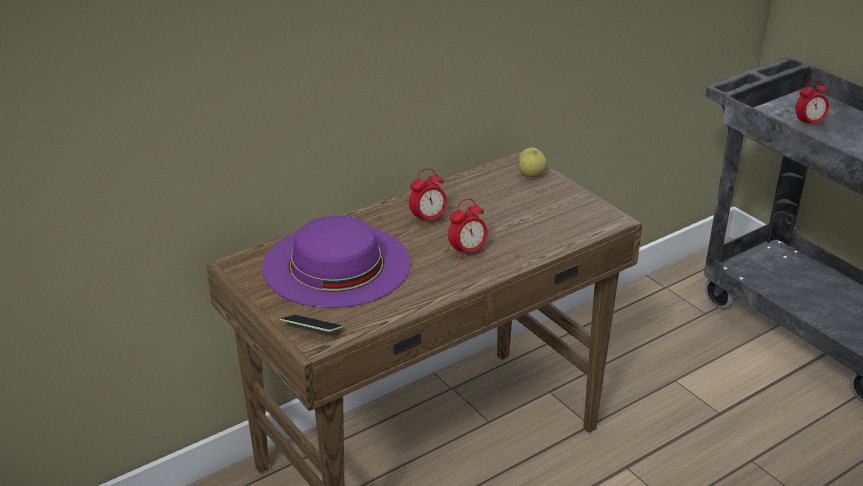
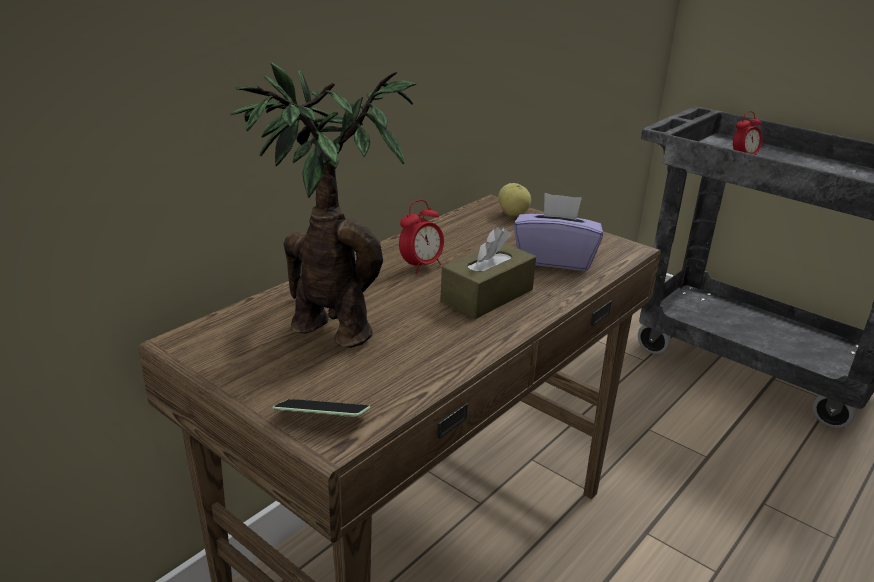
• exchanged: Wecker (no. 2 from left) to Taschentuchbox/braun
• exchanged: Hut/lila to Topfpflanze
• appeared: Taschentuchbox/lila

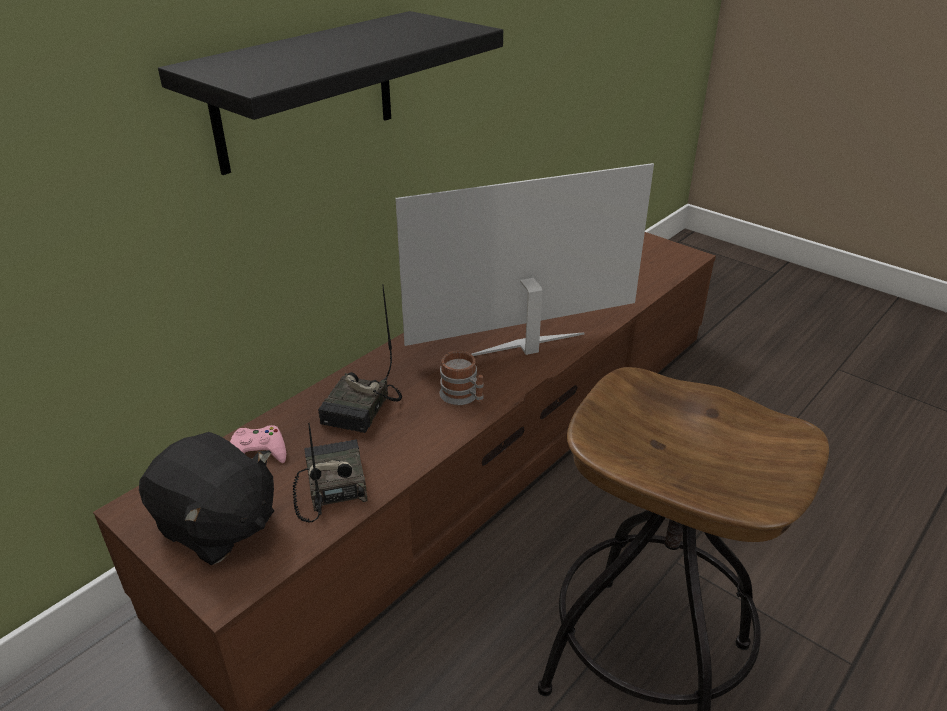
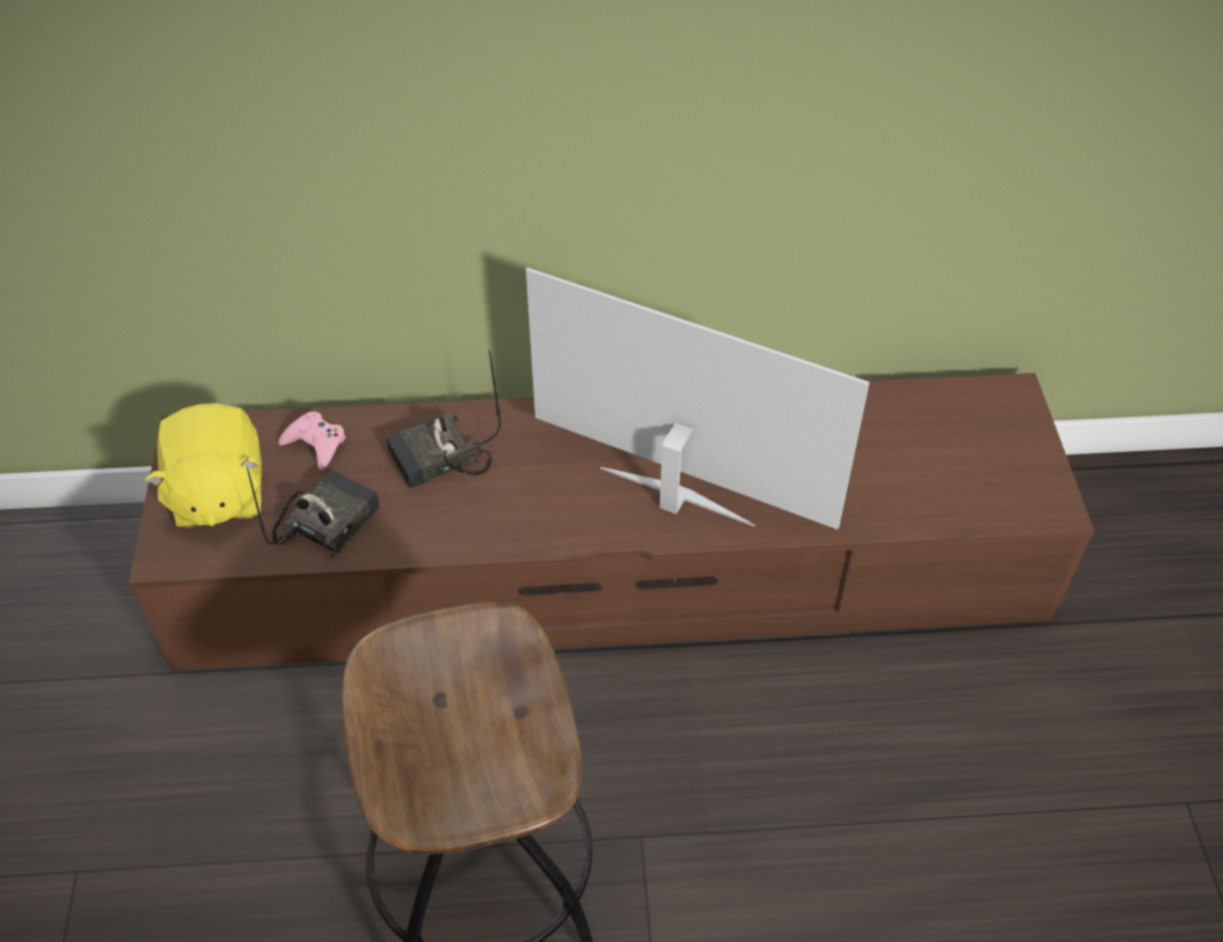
• missing: Wandregal/schwarz
• missing: Henkelbecher
• colour: Plüschtier/schwarz to Plüschtier/gelb

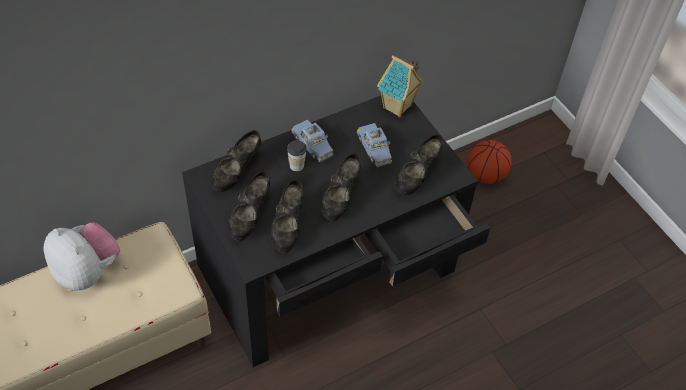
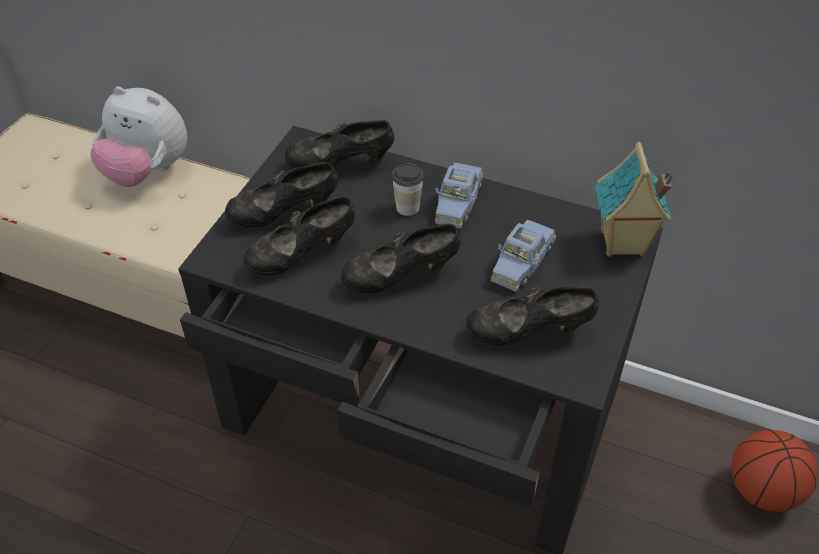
• spun: Plüschtier 105 degrees clockwise

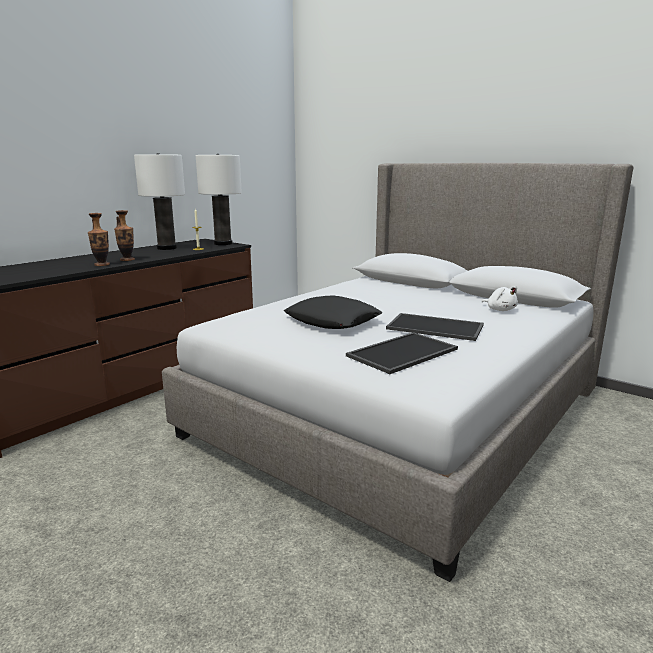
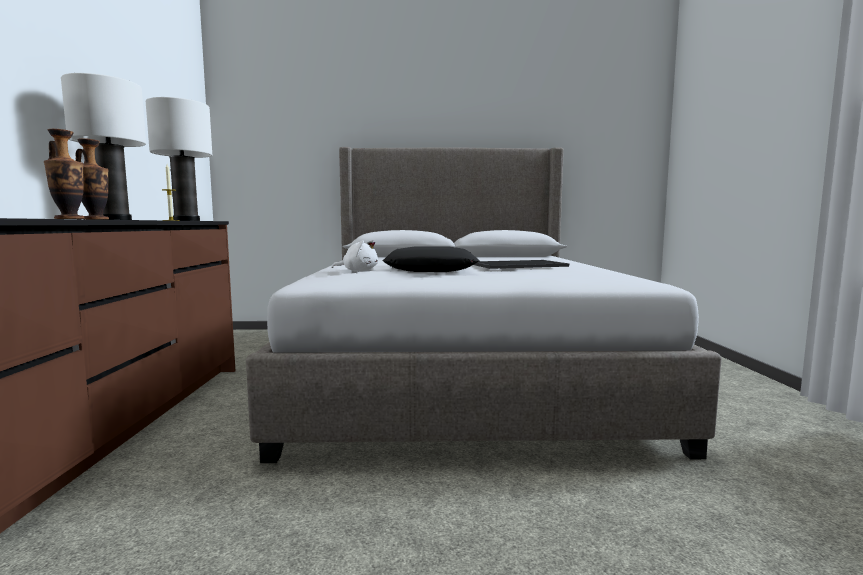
• relocated: Plüschtier/weiß
• missing: Tablett (no. 1 from left)

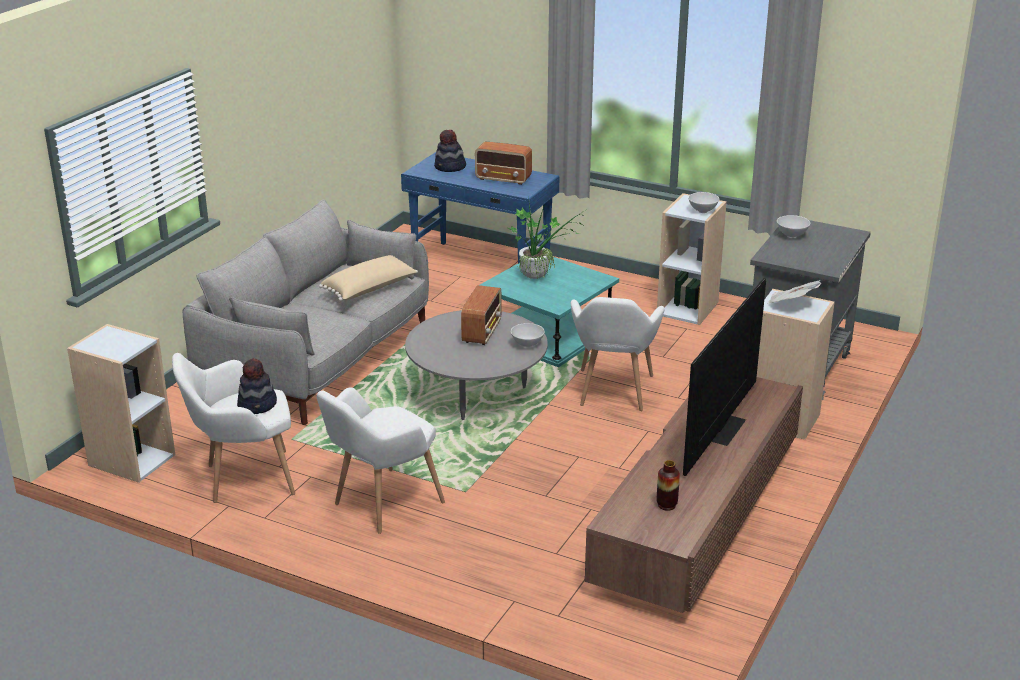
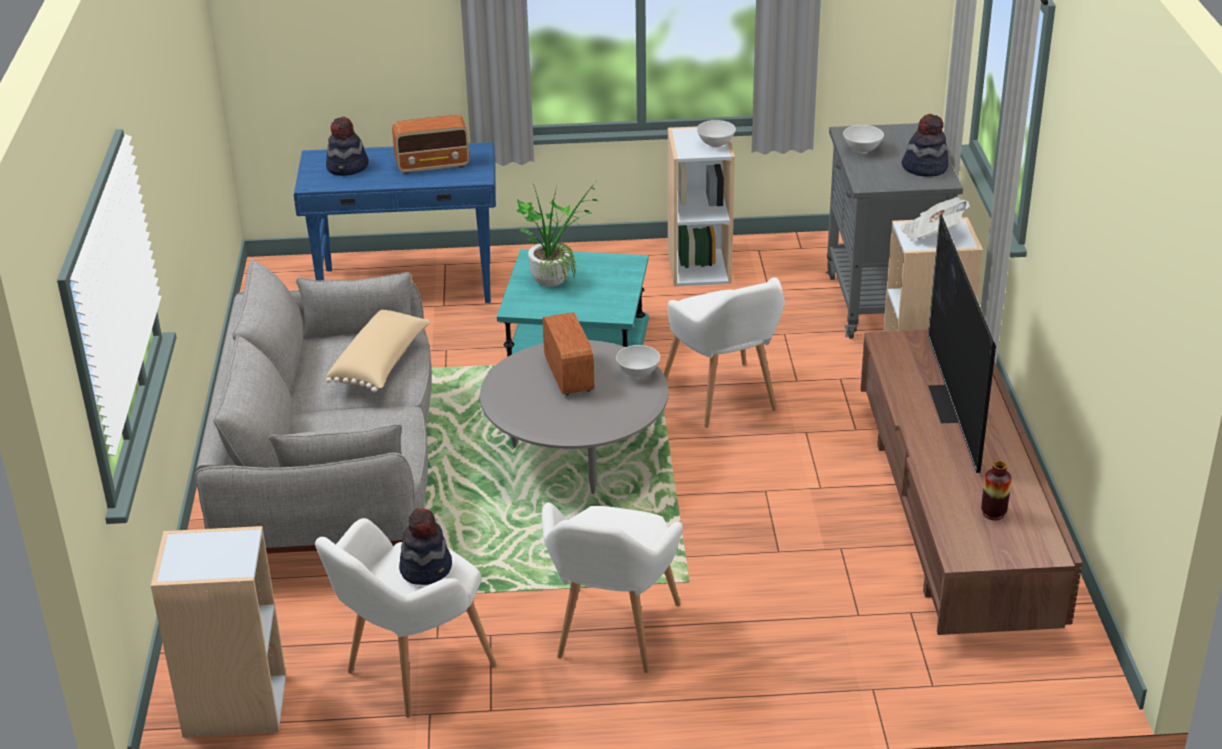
• appeared: Hut (no. 3 from left)

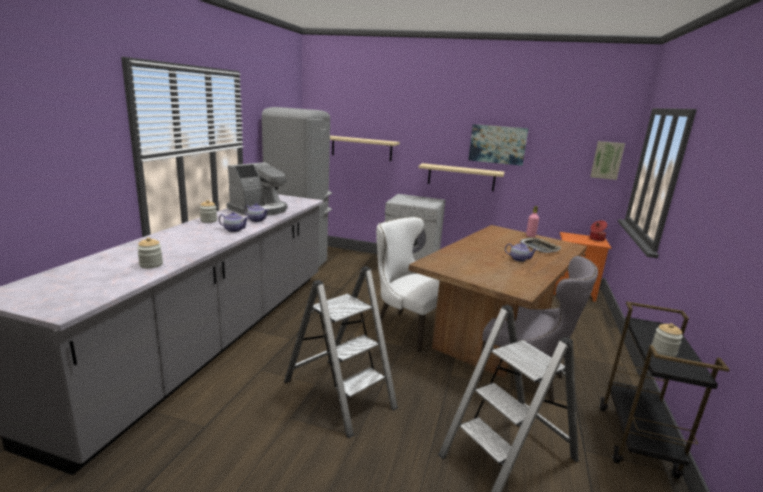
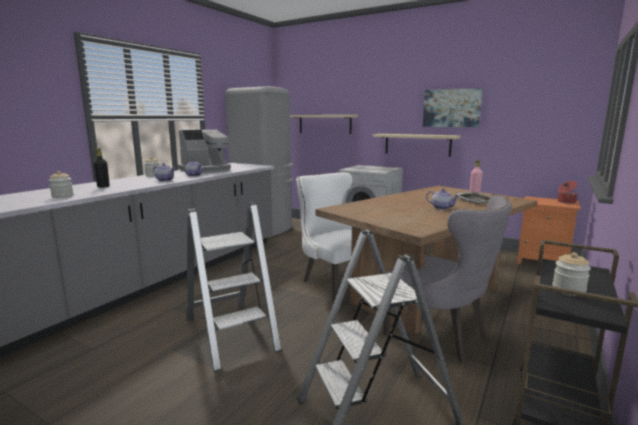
• missing: Bild (no. 2 from left)
• appeared: Flasche/schwarz

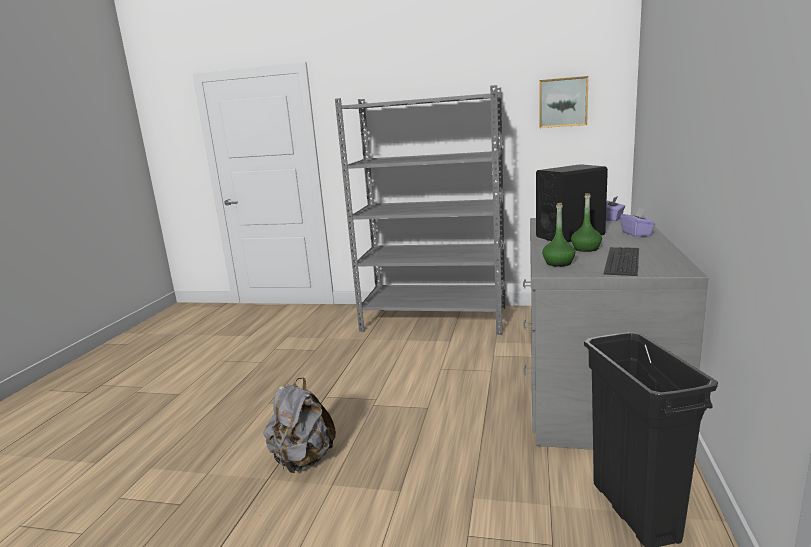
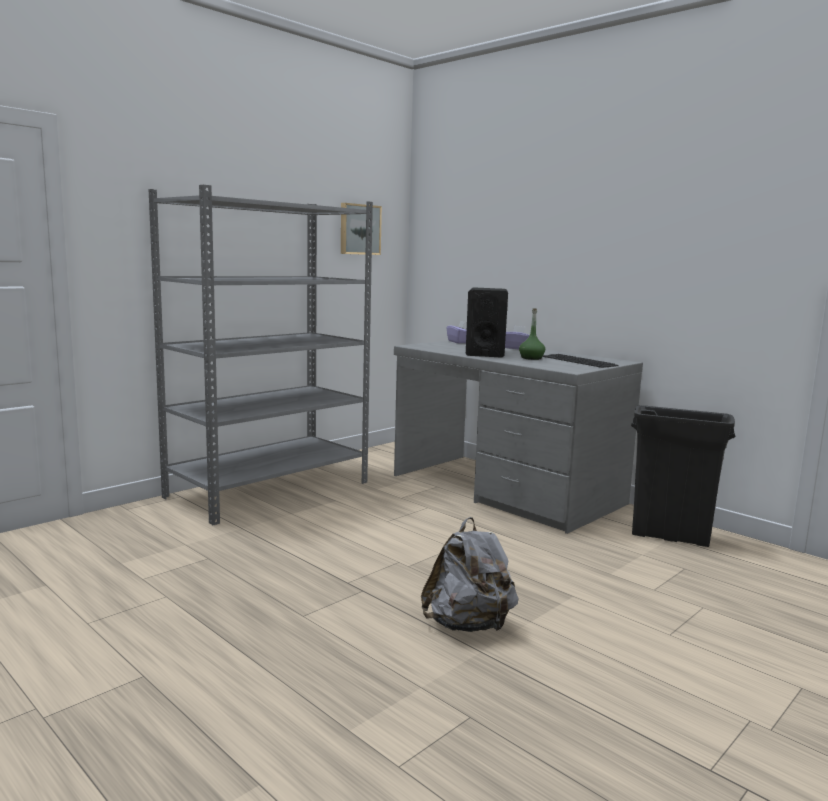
• missing: Flasche/grün (no. 1 from left)

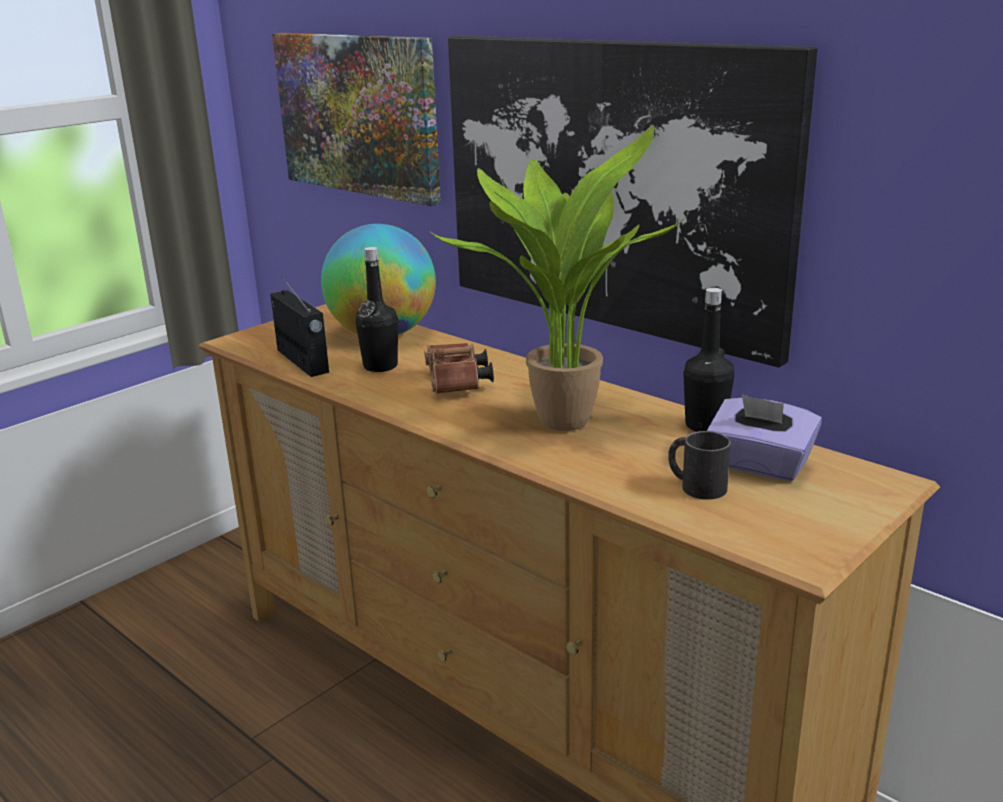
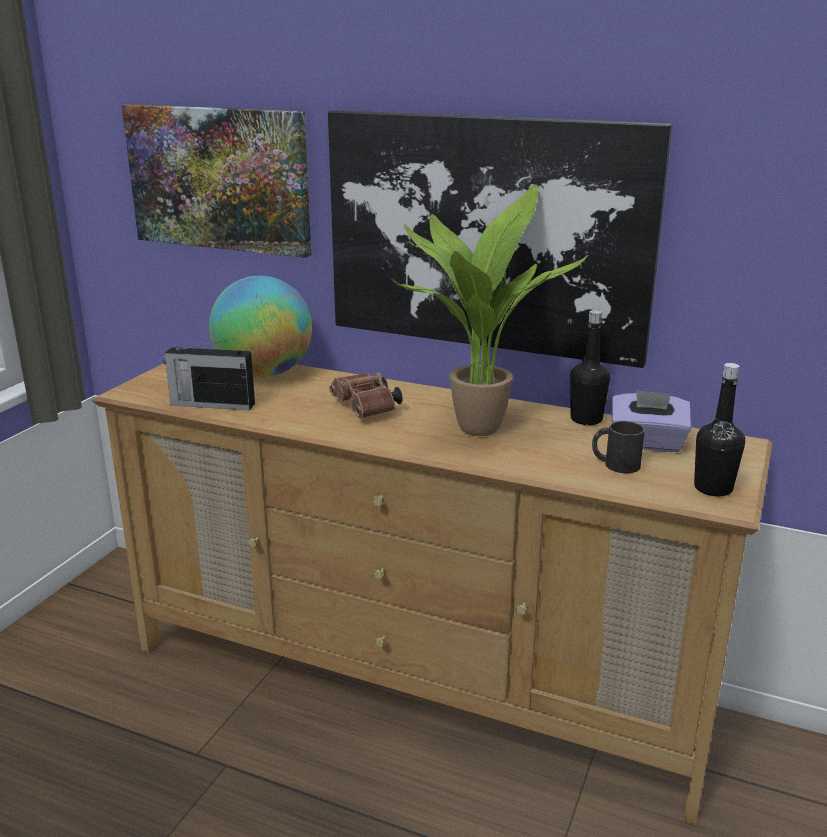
• relocated: Flasche/schwarz (no. 1 from left in the first image) to Flasche/schwarz (no. 2 from left)
• spun: Radio 150 degrees clockwise

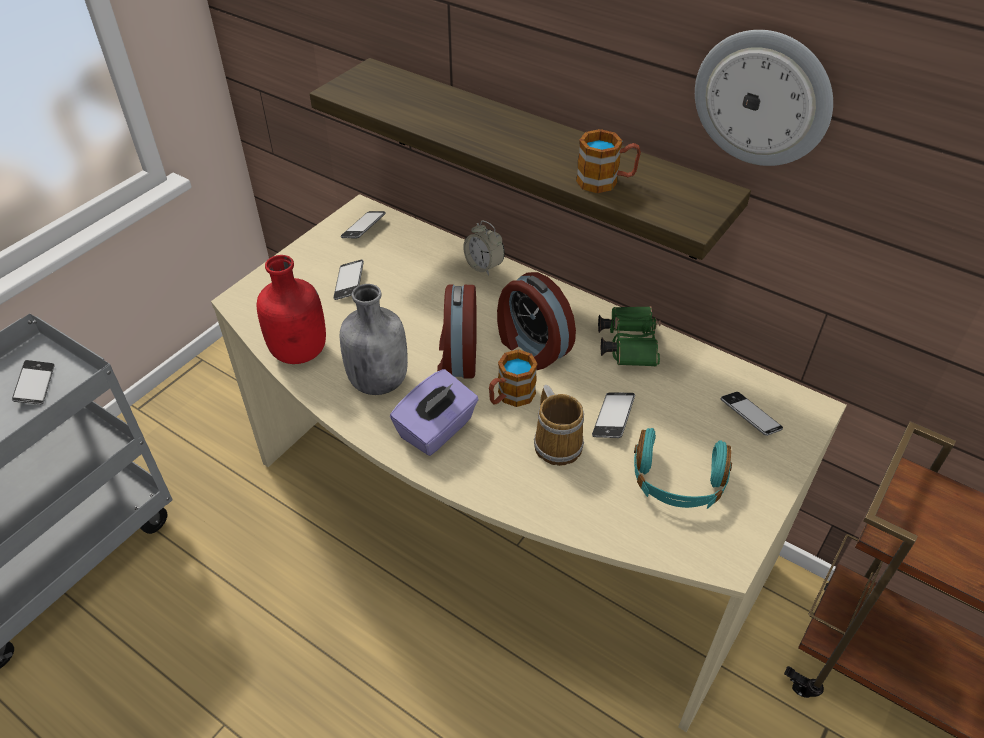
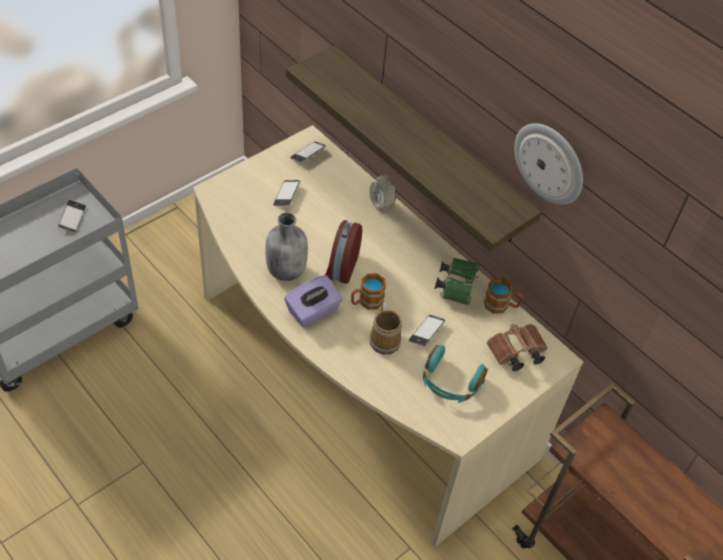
• relocated: Henkelbecher (no. 3 from left)
• missing: Flasche/rot
• missing: Wecker (no. 3 from left)
• exchanged: Handy (no. 5 from left) to Fernglas/braun

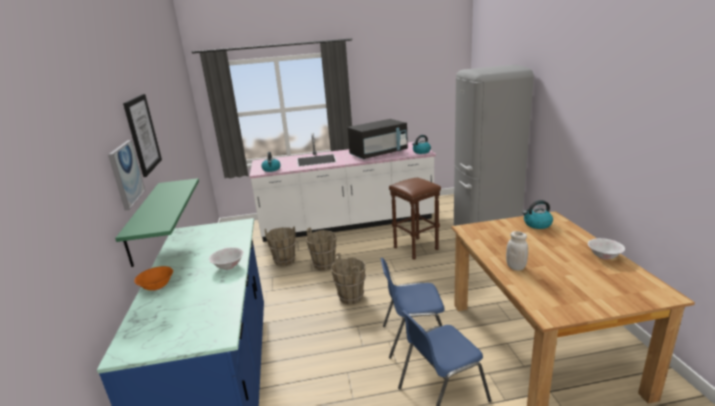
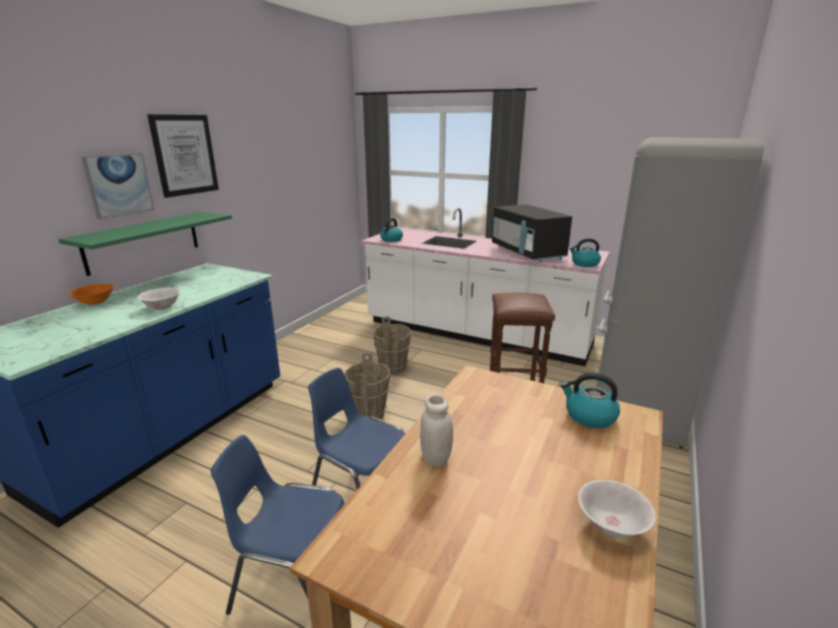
• spun: Mikrowelle/schwarz 60 degrees clockwise
• missing: Eimer/braun (no. 1 from left)

